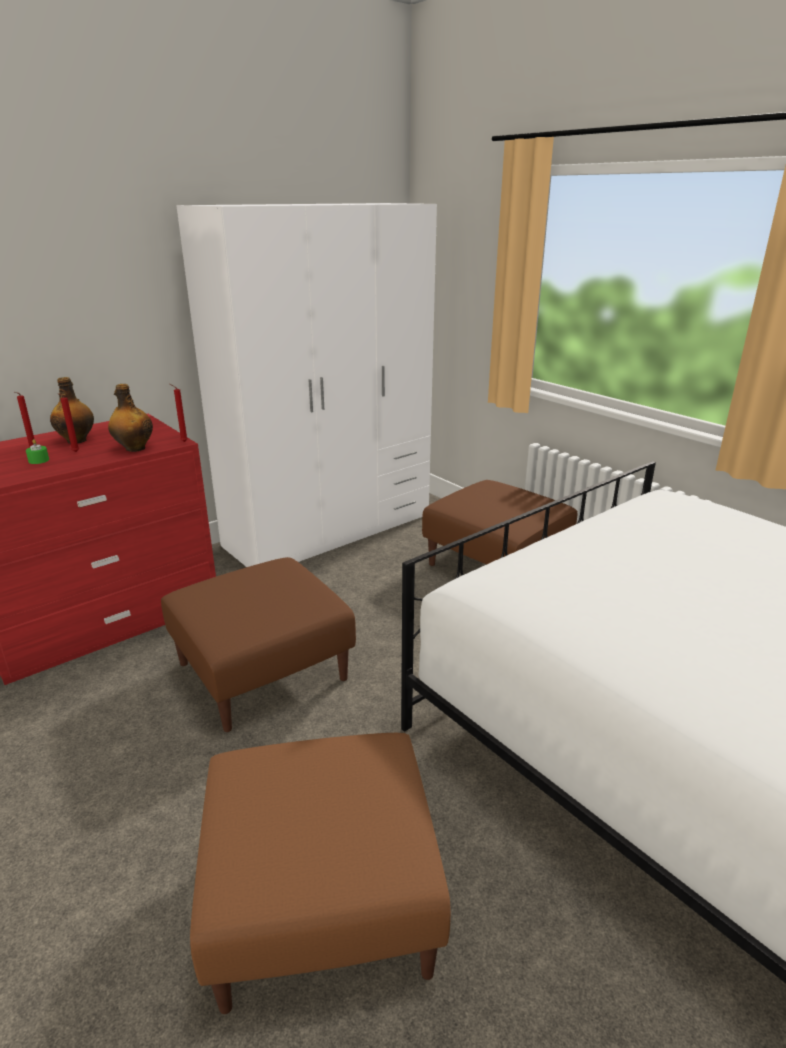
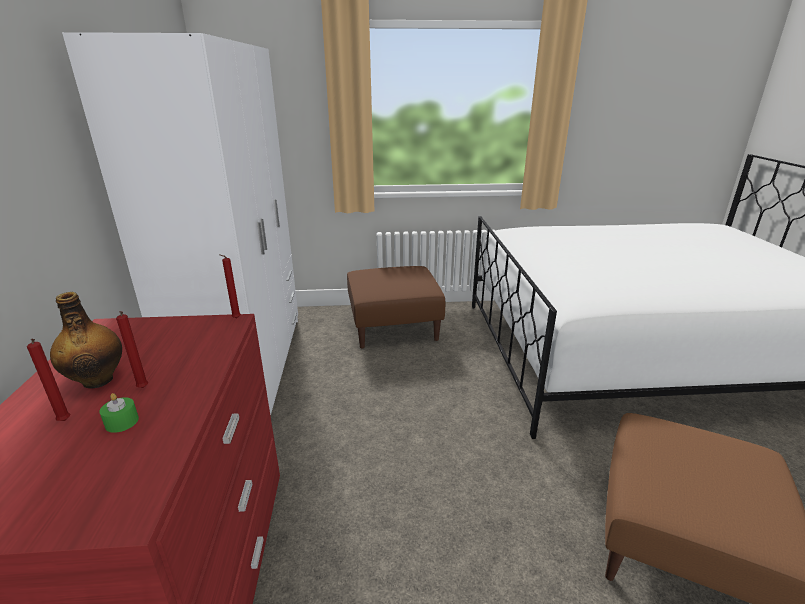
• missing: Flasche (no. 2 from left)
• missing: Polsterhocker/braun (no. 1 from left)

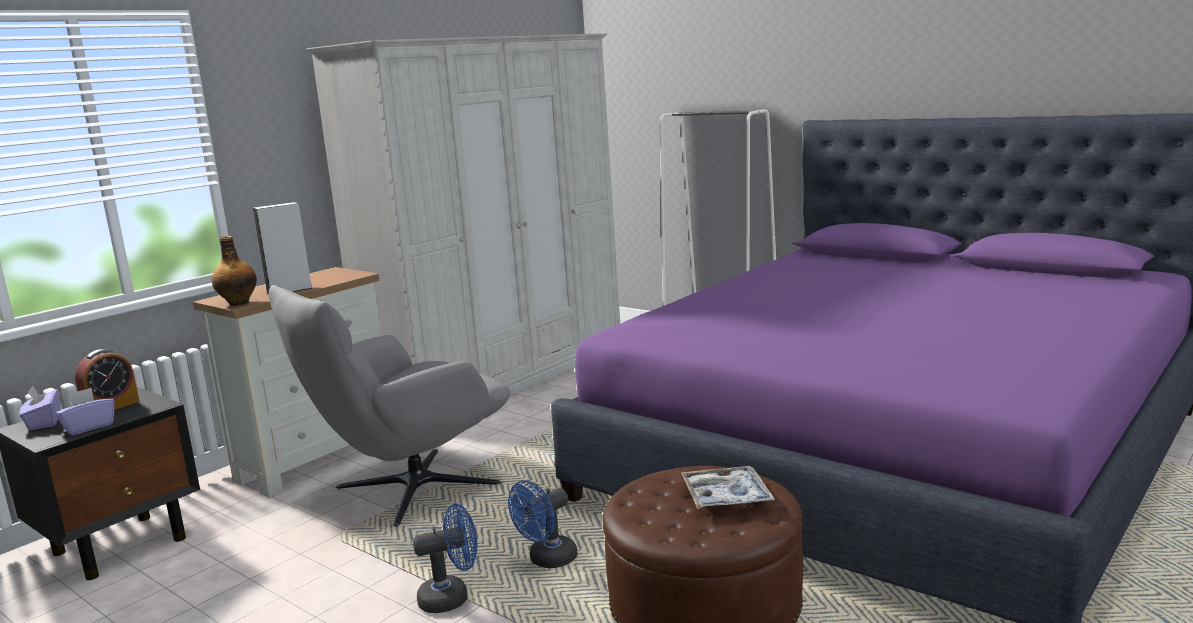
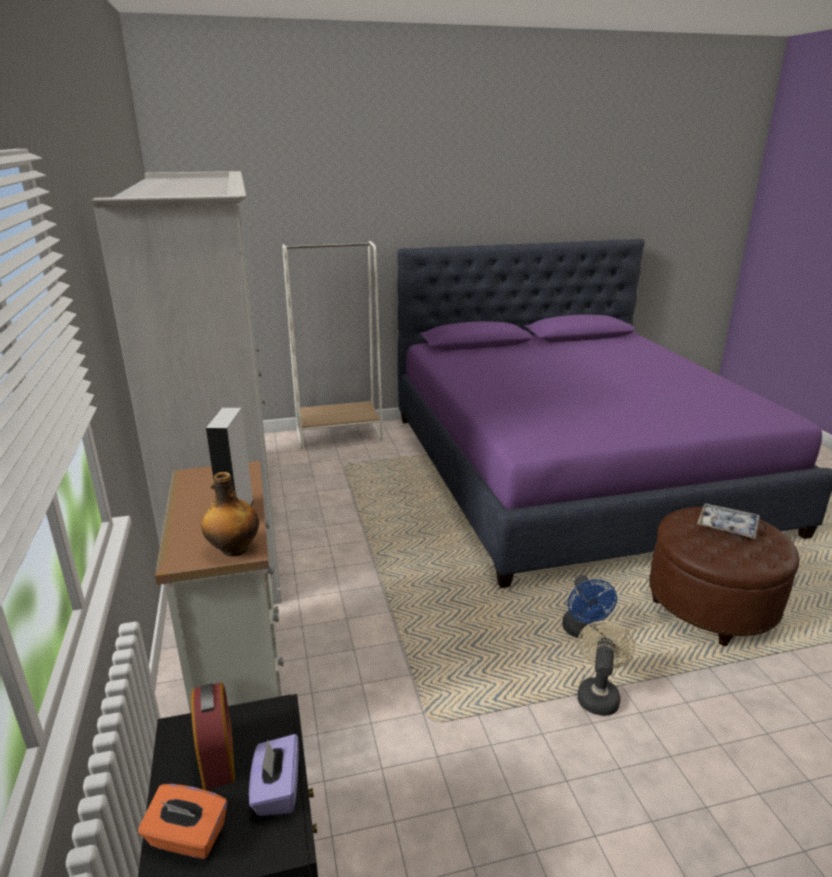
• missing: Sessel/grau
• colour: Taschentuchbox/lila (no. 1 from left) to Taschentuchbox/orange
• colour: Ventilator/blau (no. 1 from left) to Ventilator/beige

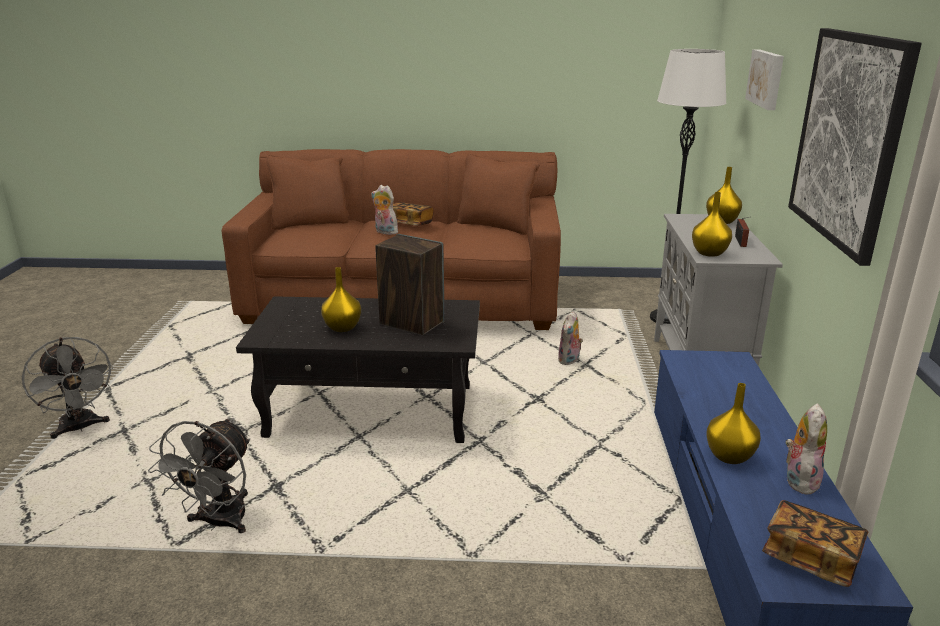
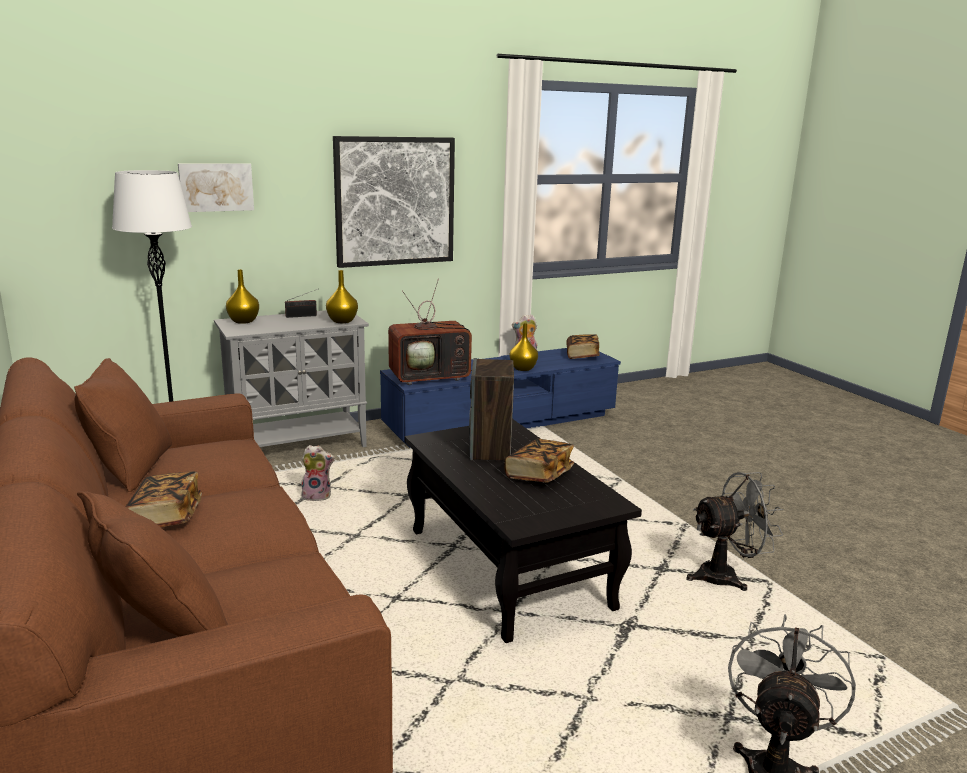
• missing: Plüschtier (no. 1 from left)
• exchanged: Vase/gelb (no. 1 from left) to Buch (no. 2 from left)
• appeared: Fernseher

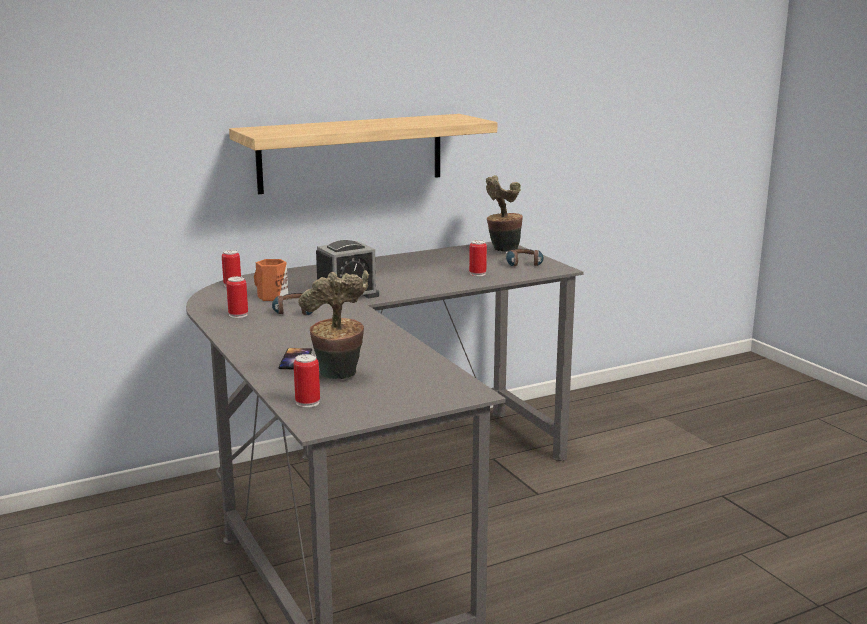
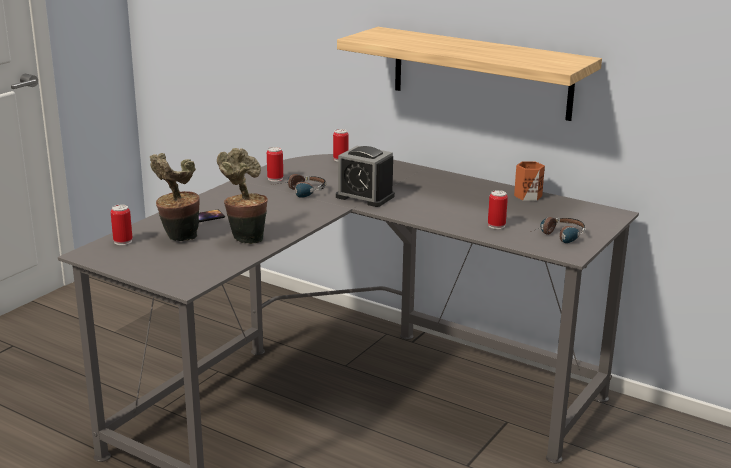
• relocated: Topfpflanze (no. 2 from left)
• relocated: Henkelbecher/orange

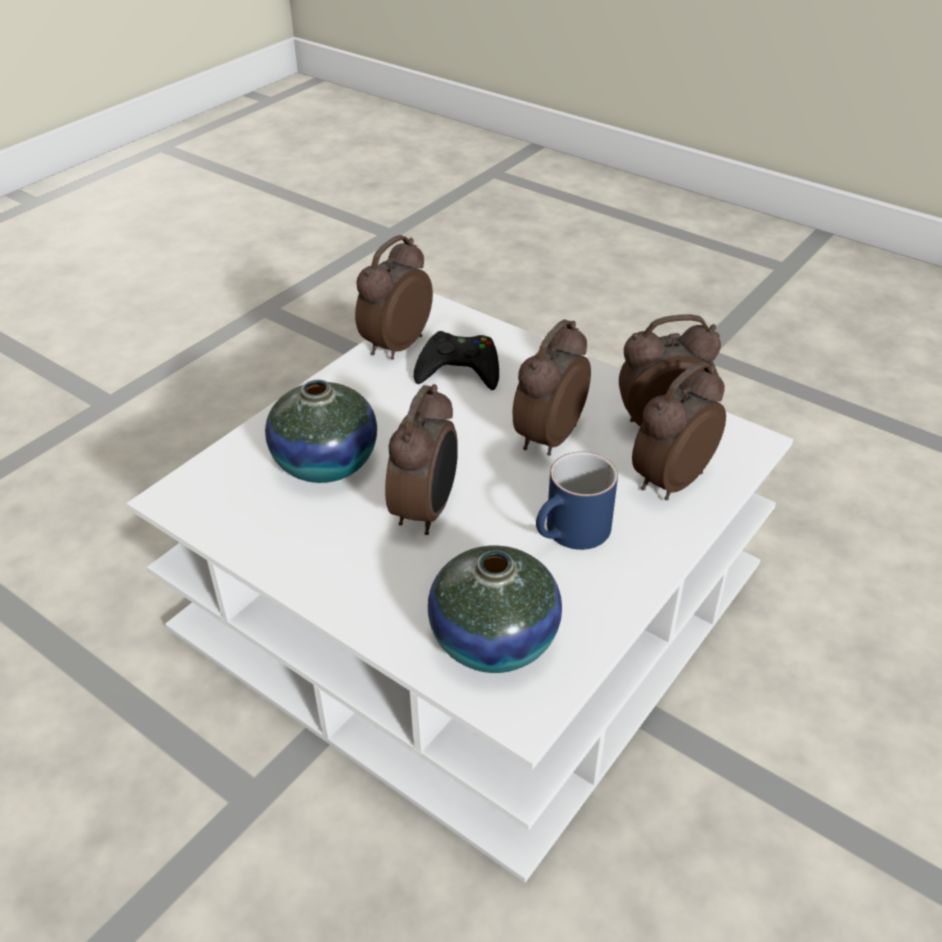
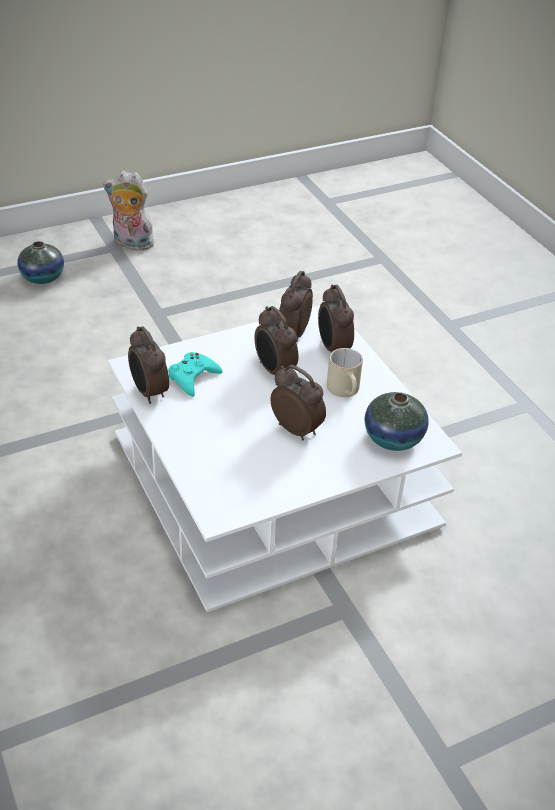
• colour: Gamepad/schwarz to Gamepad/türkis
• relocated: Vase (no. 1 from left)
• colour: Henkelbecher/blau to Henkelbecher/beige
• appeared: Plüschtier

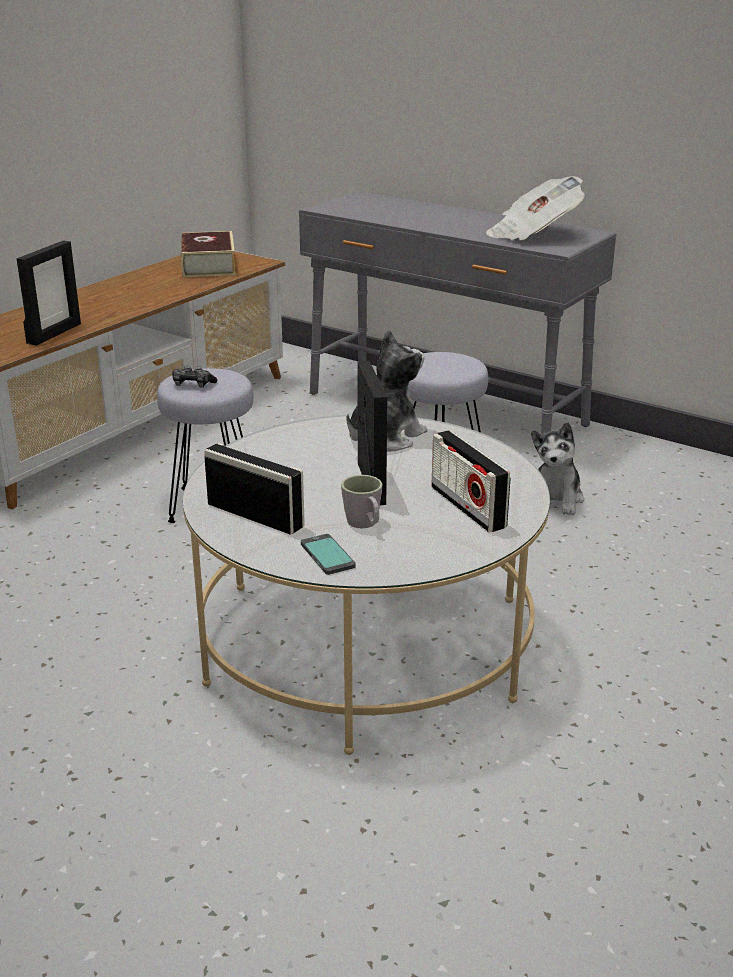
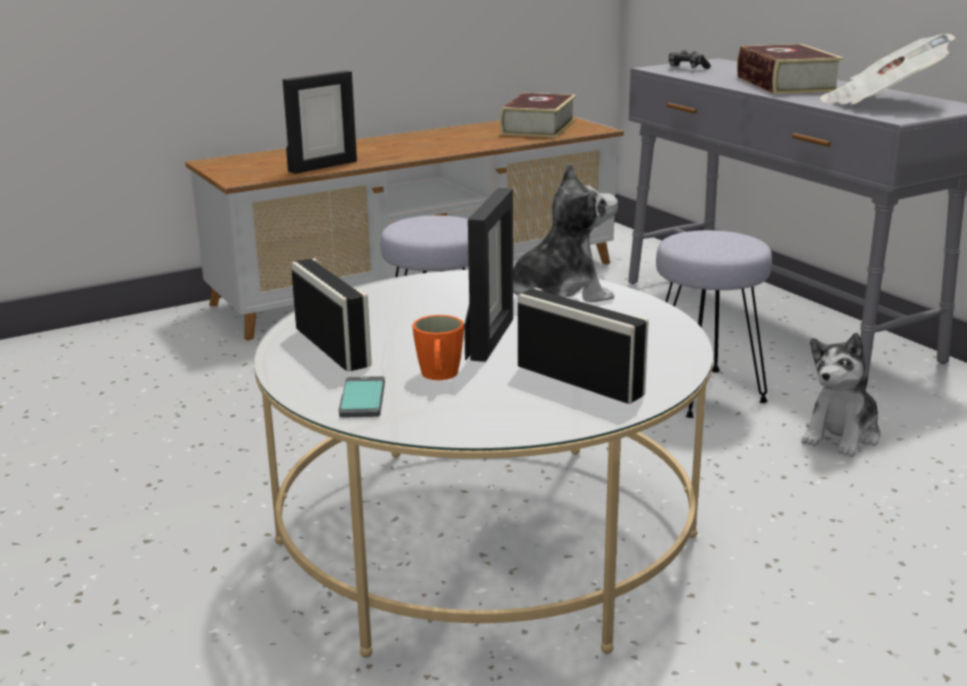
• relocated: Gamepad
• spun: Radio (no. 2 from left) 135 degrees clockwise
• colour: Henkelbecher/grau to Henkelbecher/orange
• appeared: Buch (no. 2 from left)

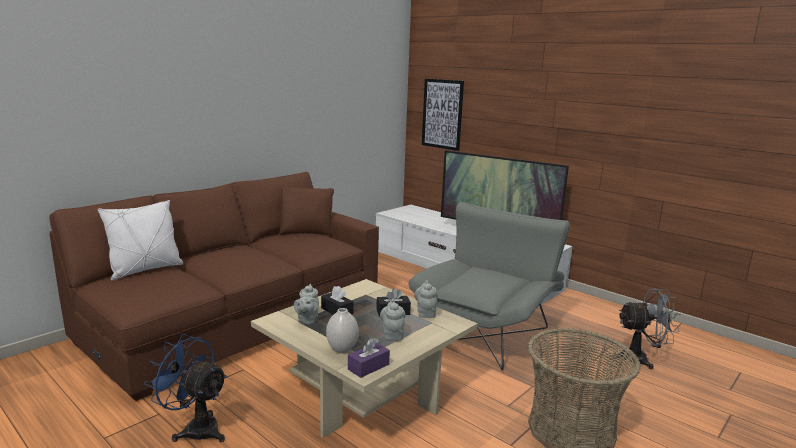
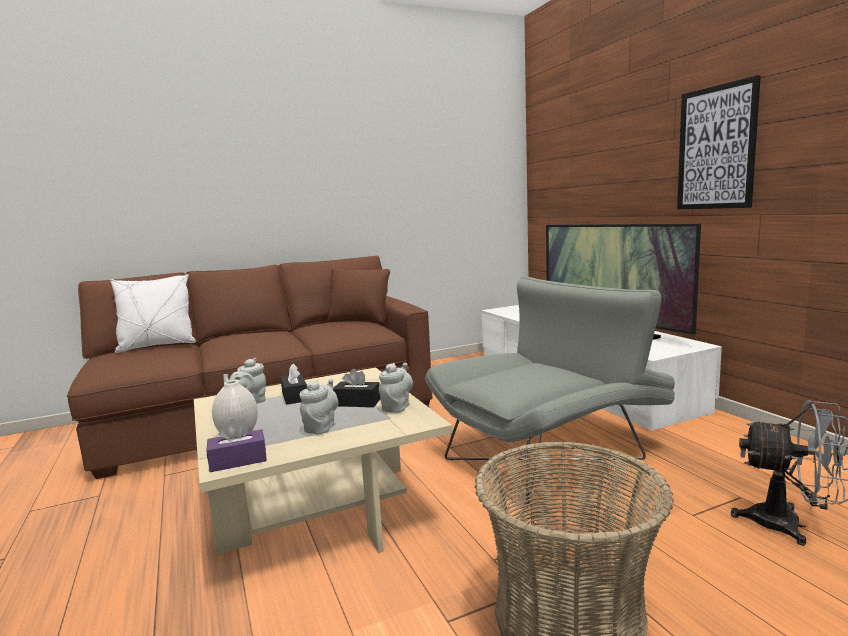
• relocated: Bild
• missing: Ventilator/blau

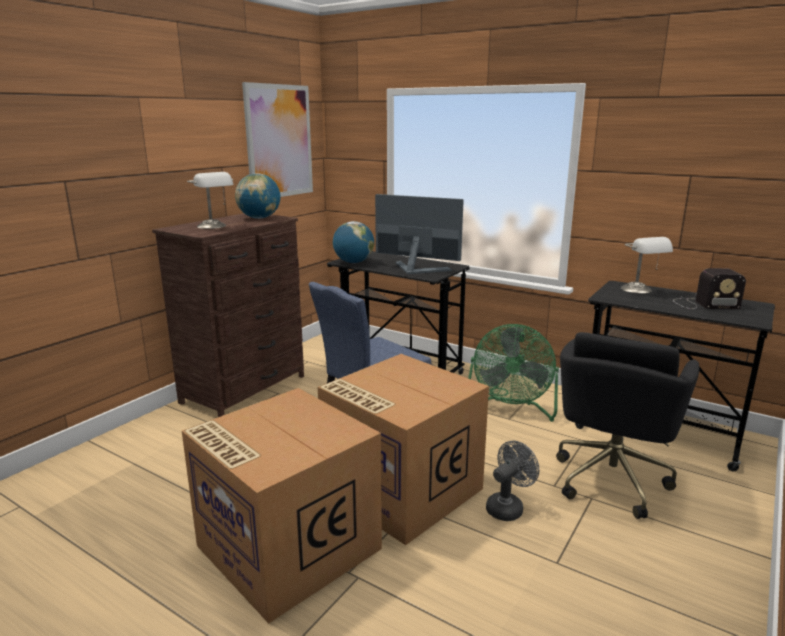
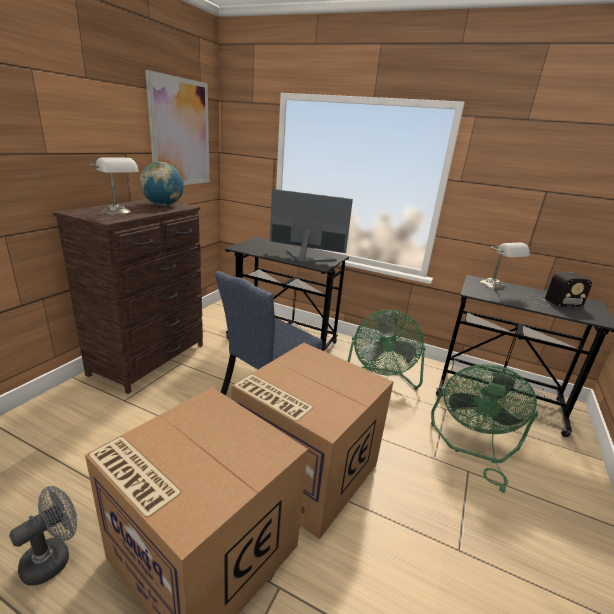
• missing: Globus (no. 2 from left)
• exchanged: Bürostuhl/schwarz to Ventilator/grün (no. 2 from left)
• relocated: Ventilator/grau

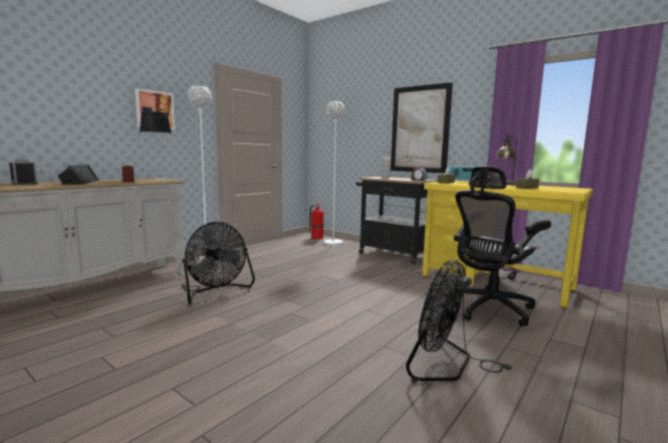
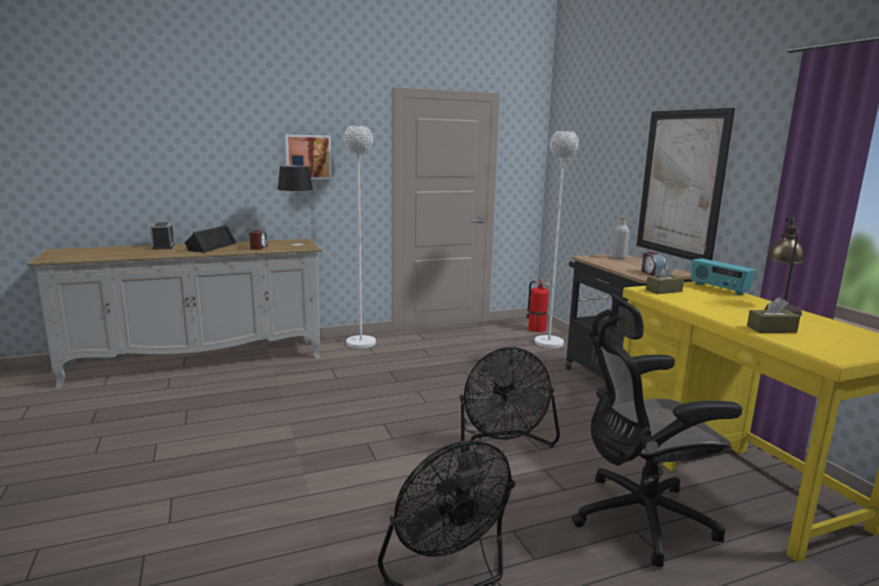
• relocated: Ventilator/schwarz (no. 1 from left in the first image) to Ventilator/schwarz (no. 2 from left)

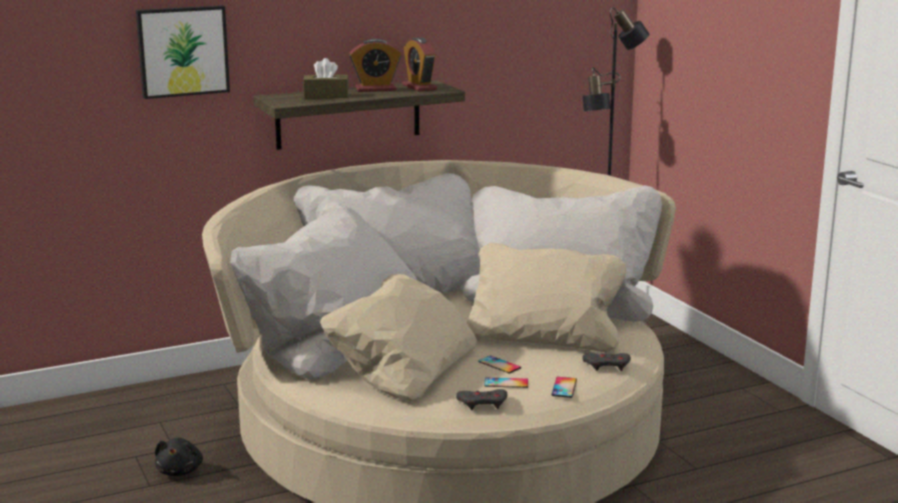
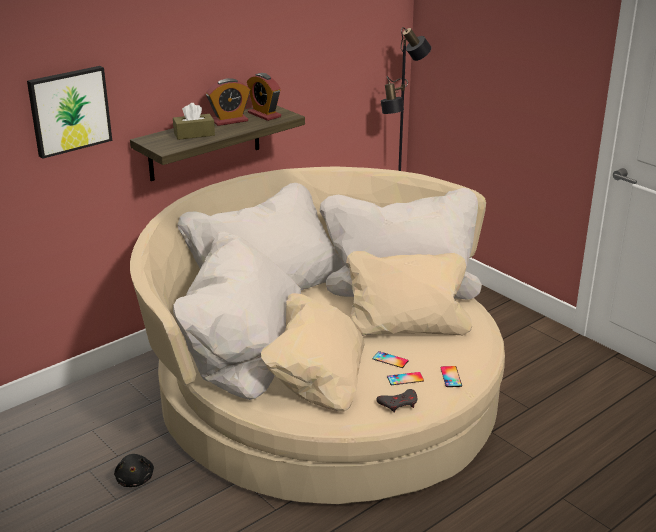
• missing: Gamepad/grau (no. 2 from left)

